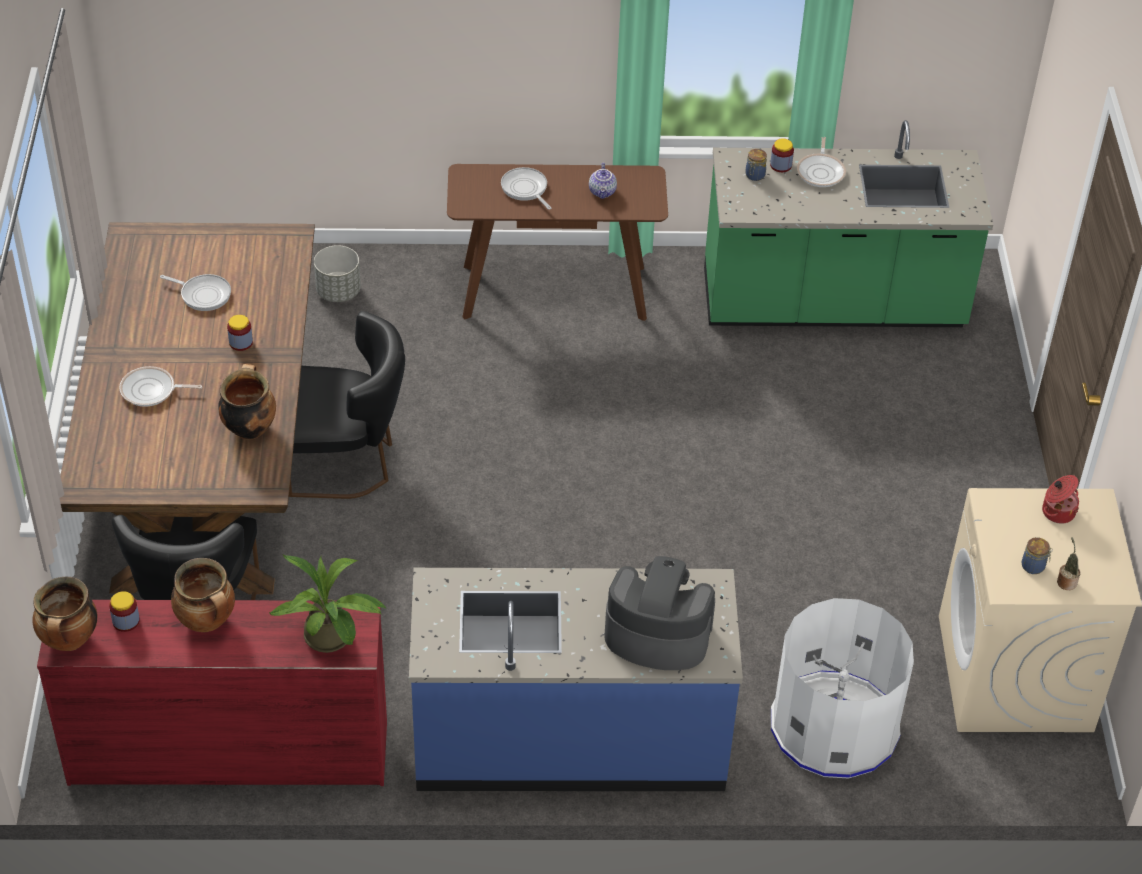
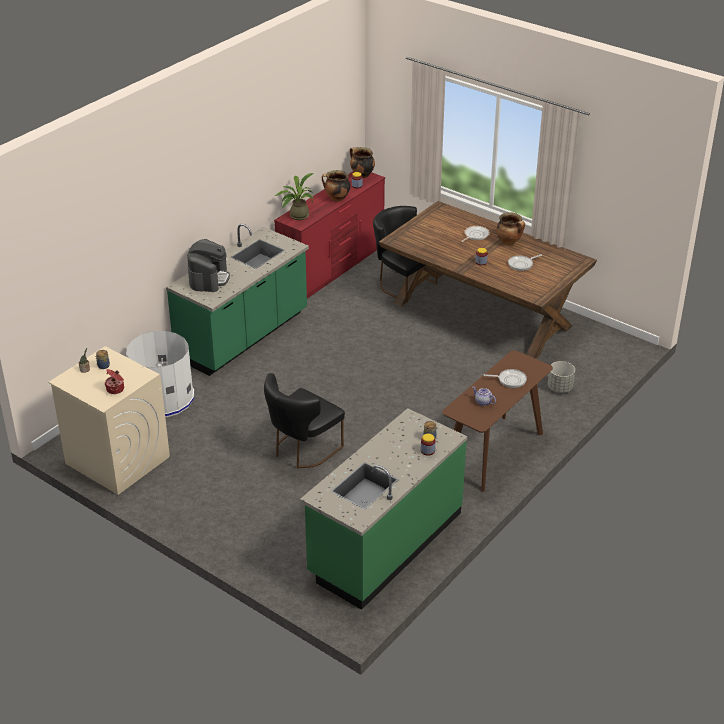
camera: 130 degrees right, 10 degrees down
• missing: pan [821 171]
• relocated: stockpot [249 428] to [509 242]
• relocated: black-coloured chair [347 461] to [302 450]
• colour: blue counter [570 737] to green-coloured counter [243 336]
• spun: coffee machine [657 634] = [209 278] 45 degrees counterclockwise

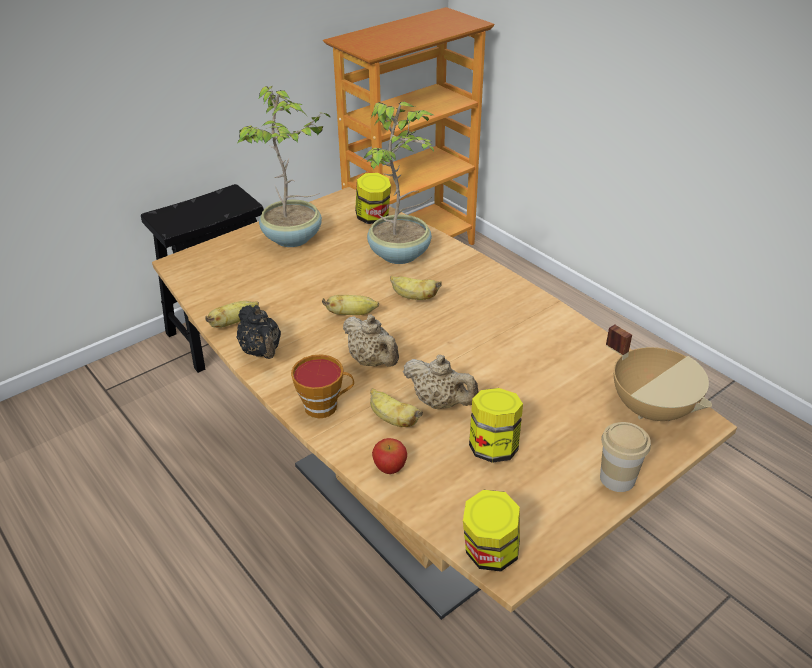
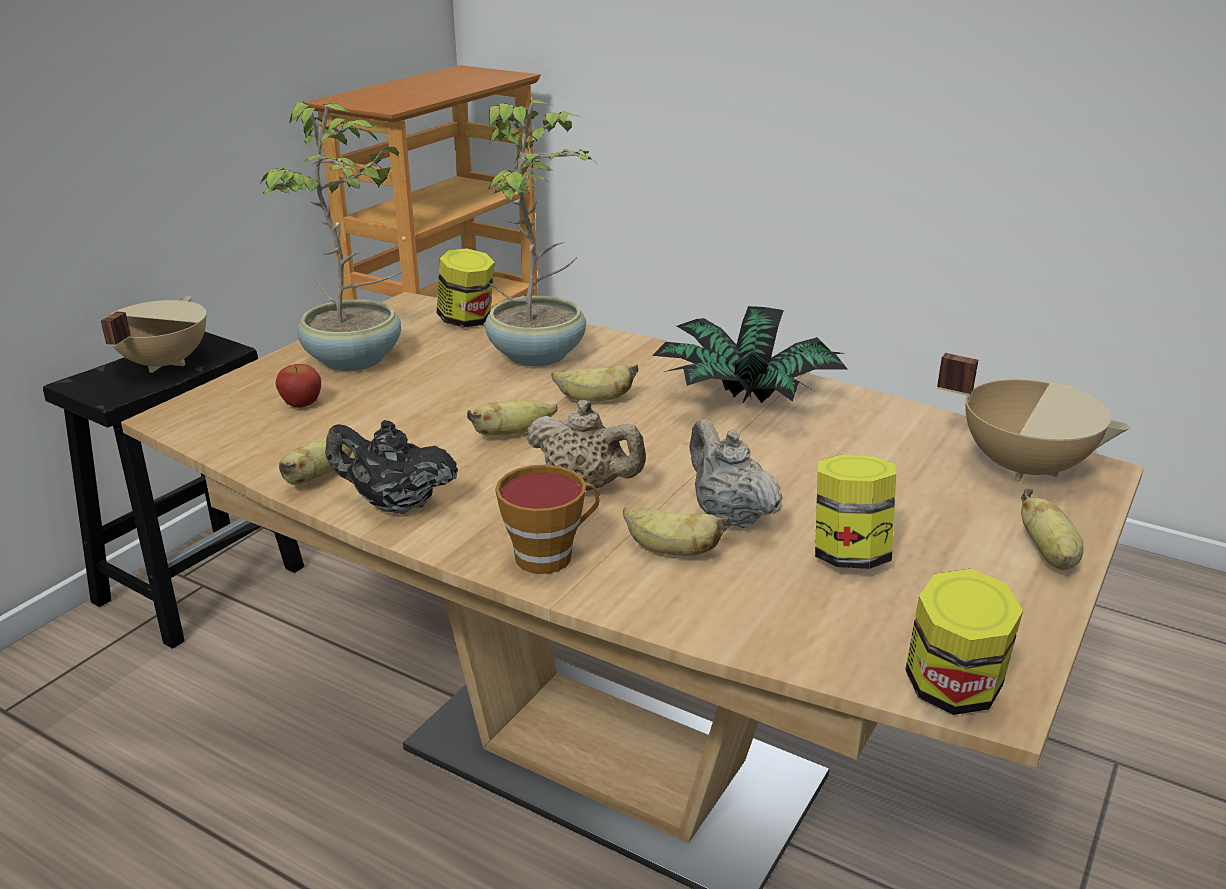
camera: 20 degrees left, 10 degrees down
• appeared: beige stockpot [162 363]
• appeared: potted plant [746 399]
• relocated: apple [390 467] to [301 404]
• exchanged: drinking cup [617 478] to banana [1048 555]
• spun: black-coloured pot for tea [262 352] = [394 505] 150 degrees clockwise
• spun: beige pot for tea [440 402] = [728 516] 135 degrees counterclockwise

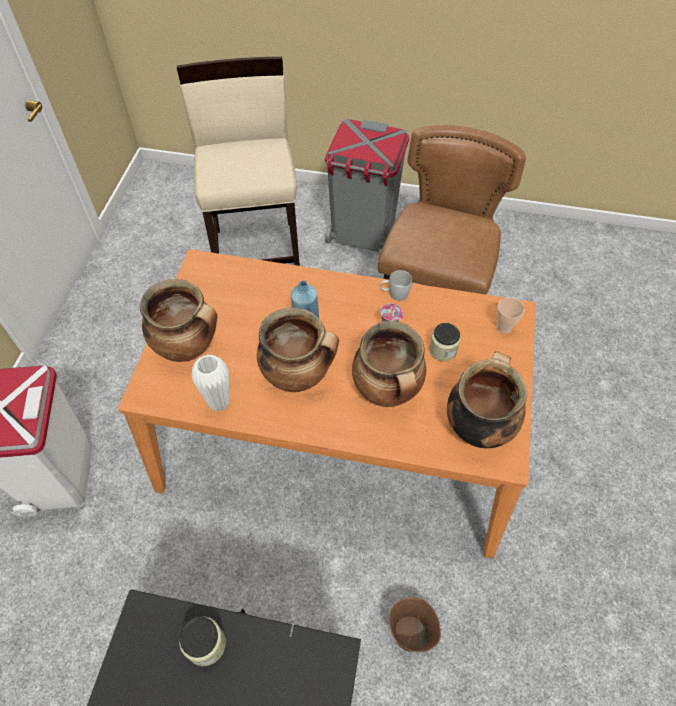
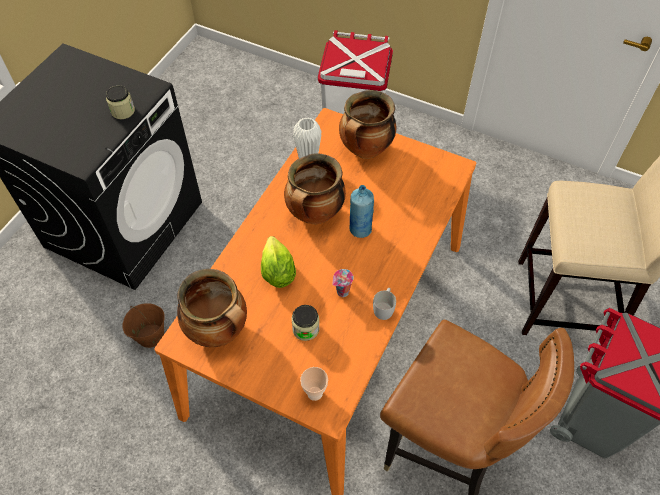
camera: 105 degrees right, 0 degrees up
• exchanged: stockpot [387 391] to lettuce head [277 273]

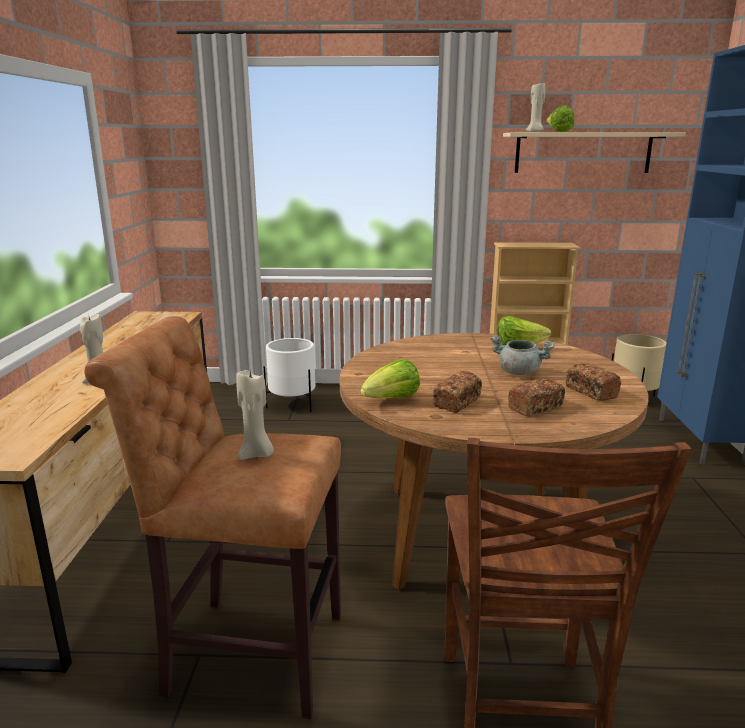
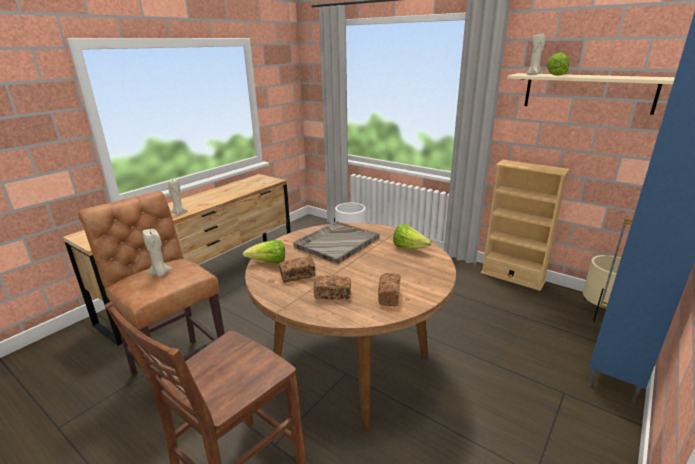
camera: 35 degrees right, 5 degrees up
• missing: gray stockpot [519 372]
• appeared: gray serving tray [336 243]

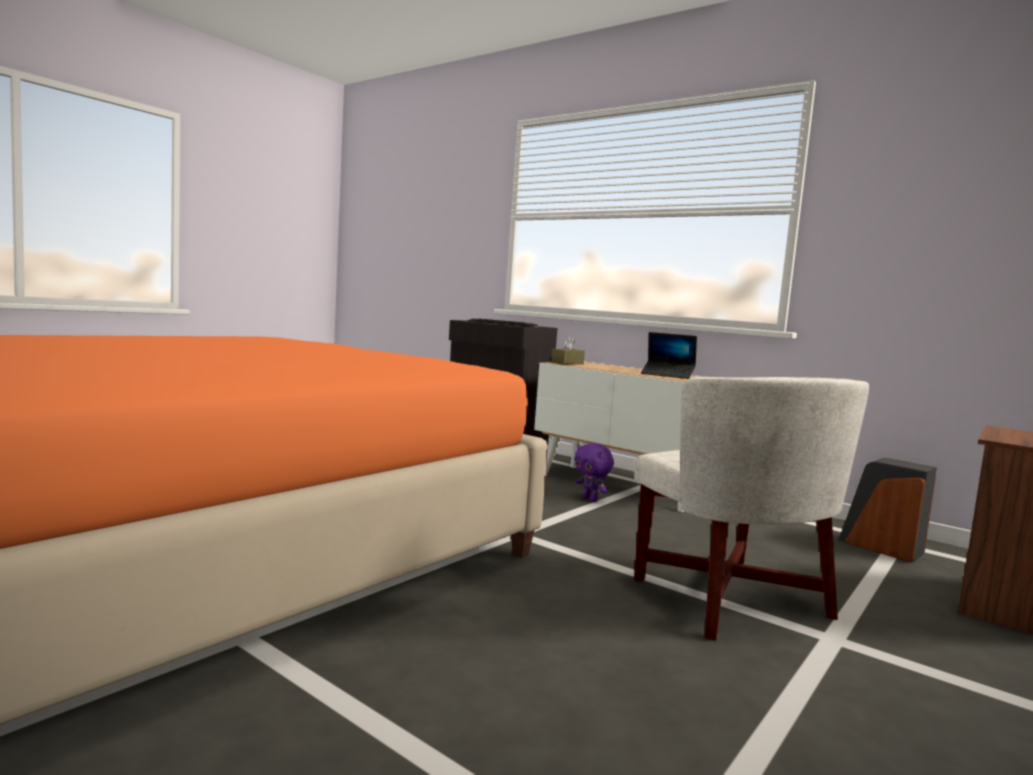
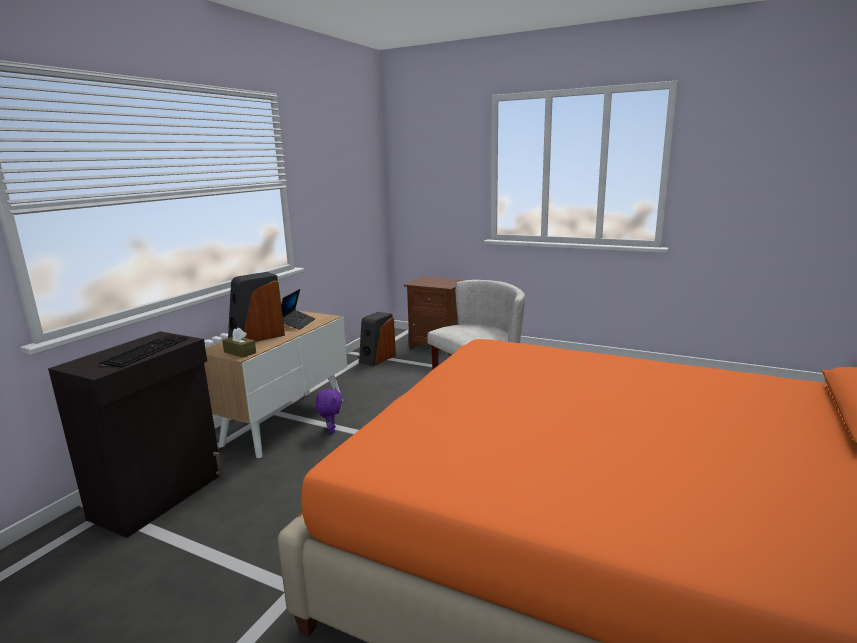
camera: 100 degrees left, 10 degrees up
• appeared: loudspeaker [256 337]
• spun: purple cuddly toy [591 500] = [331 430] 45 degrees counterclockwise

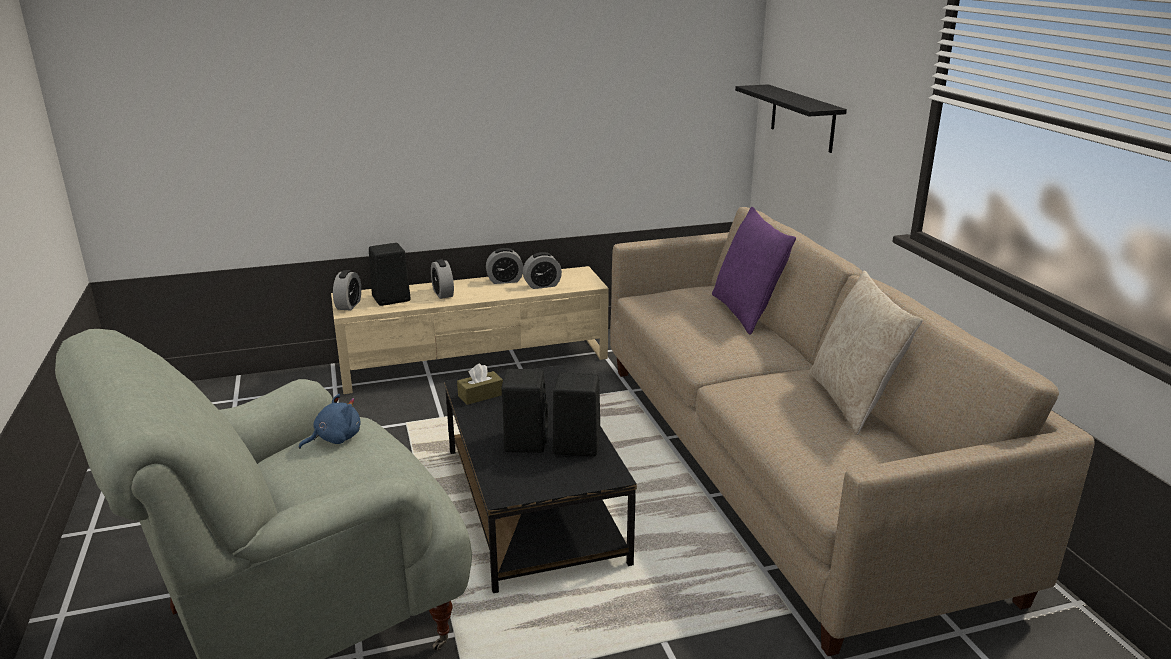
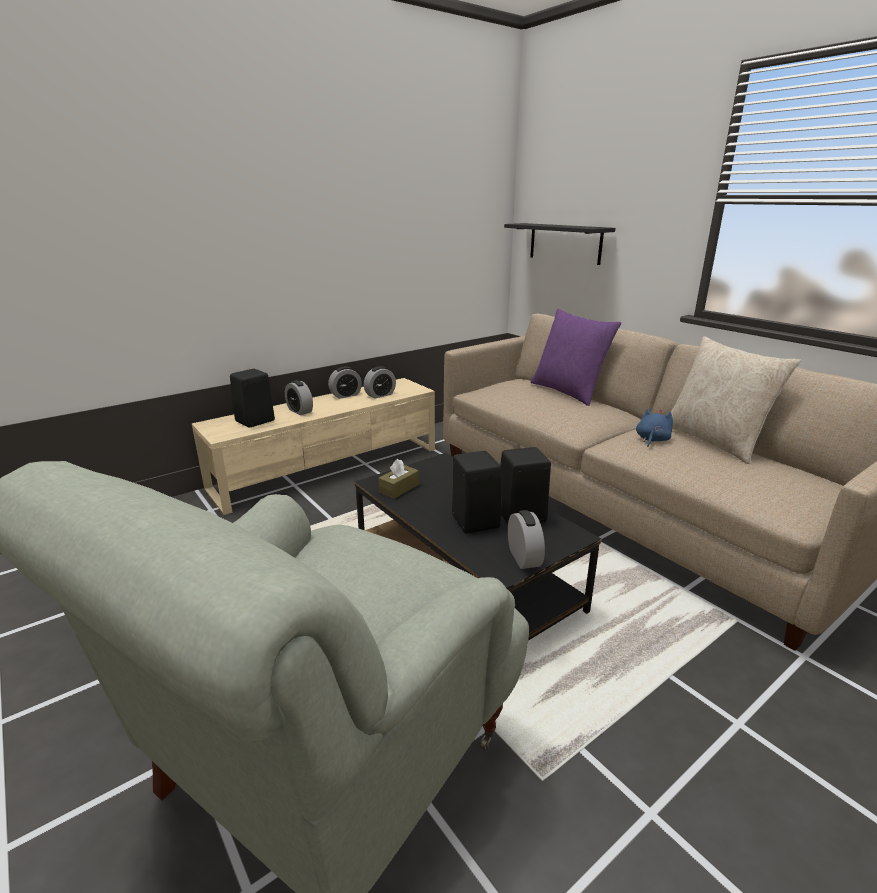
camera: 20 degrees left, 0 degrees up
• relocated: blue cuddly toy [335 439] to [652 440]
• relocated: table clock [349 305] to [524 557]

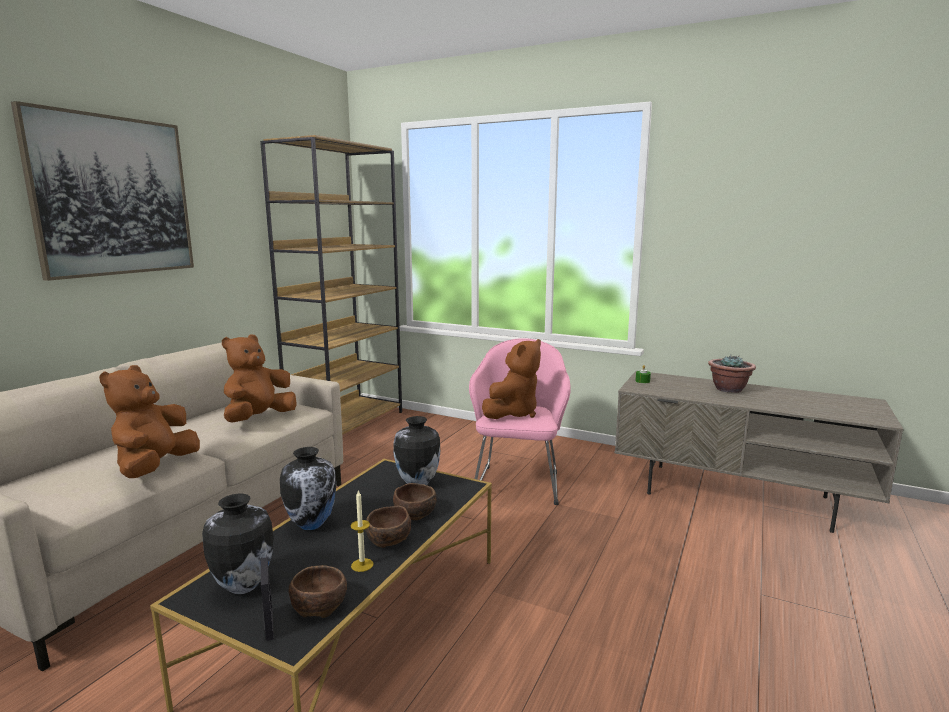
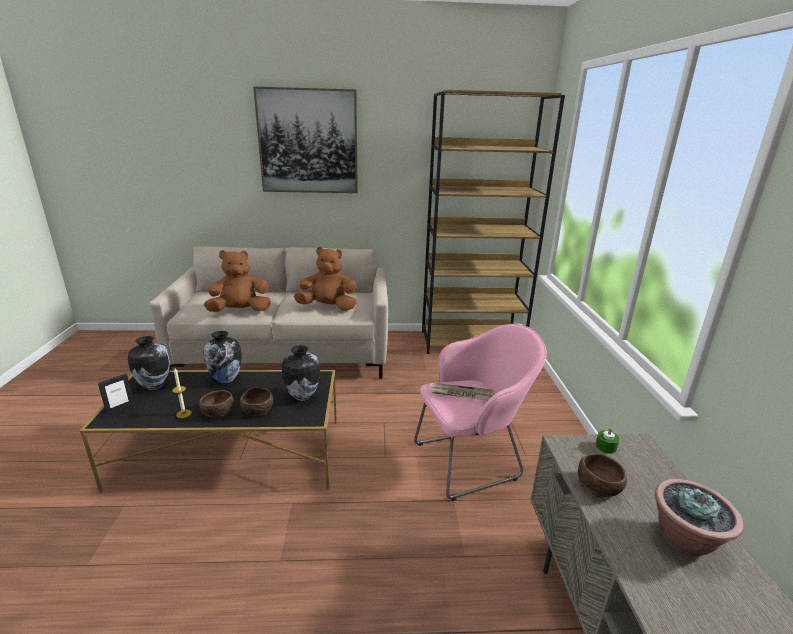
camera: 60 degrees right, 10 degrees up
• relocated: brown-coloured deep dish [319 604] to [599 485]
• exchanged: brown-coloured cuddly toy [513 413] to daily paper [462 394]

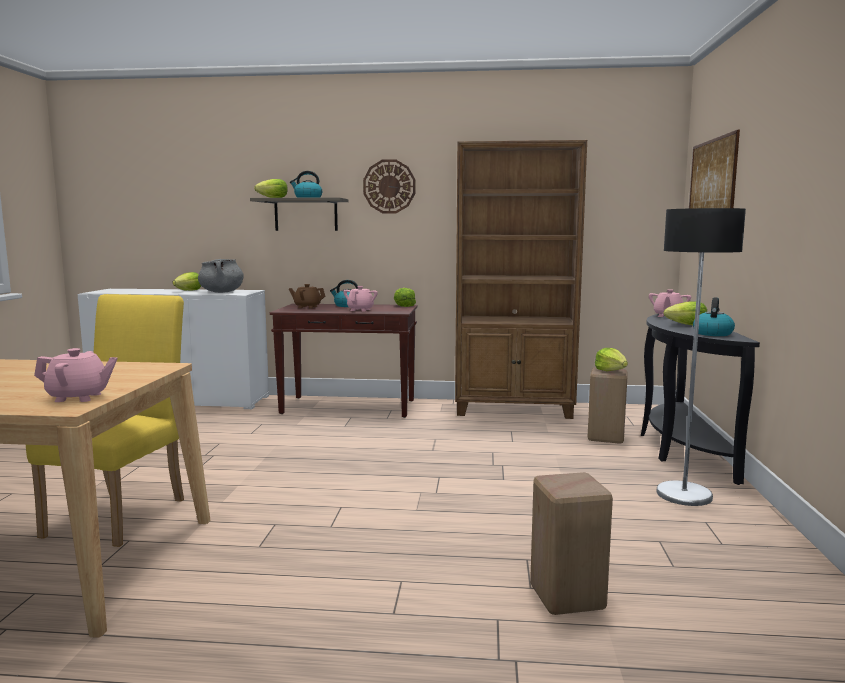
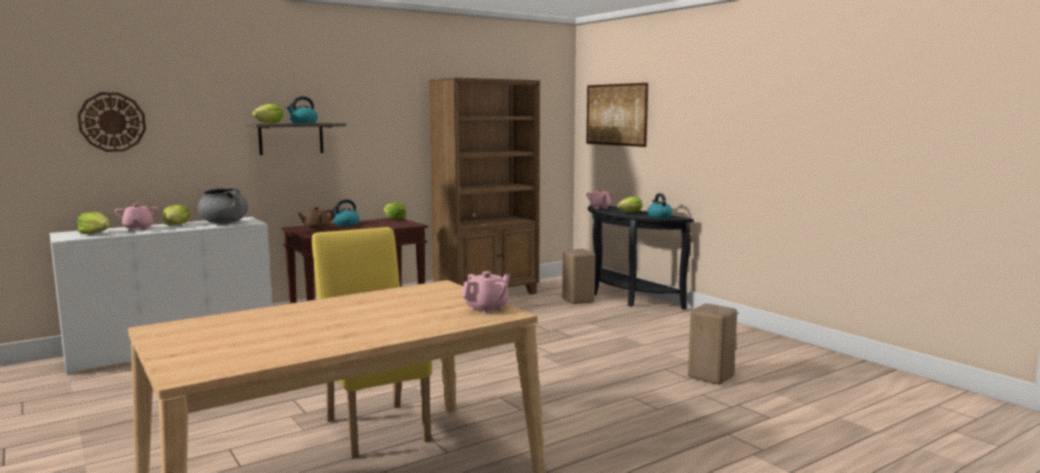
camera: 40 degrees left, 0 degrees up
• missing: standard lamp [683 495]
• relocated: pink-coloured pot for tea [360 310] to [138 229]
• relocated: wall clock [389 186] to [112 122]
• relocated: lettuce head [611 370] to [95 233]

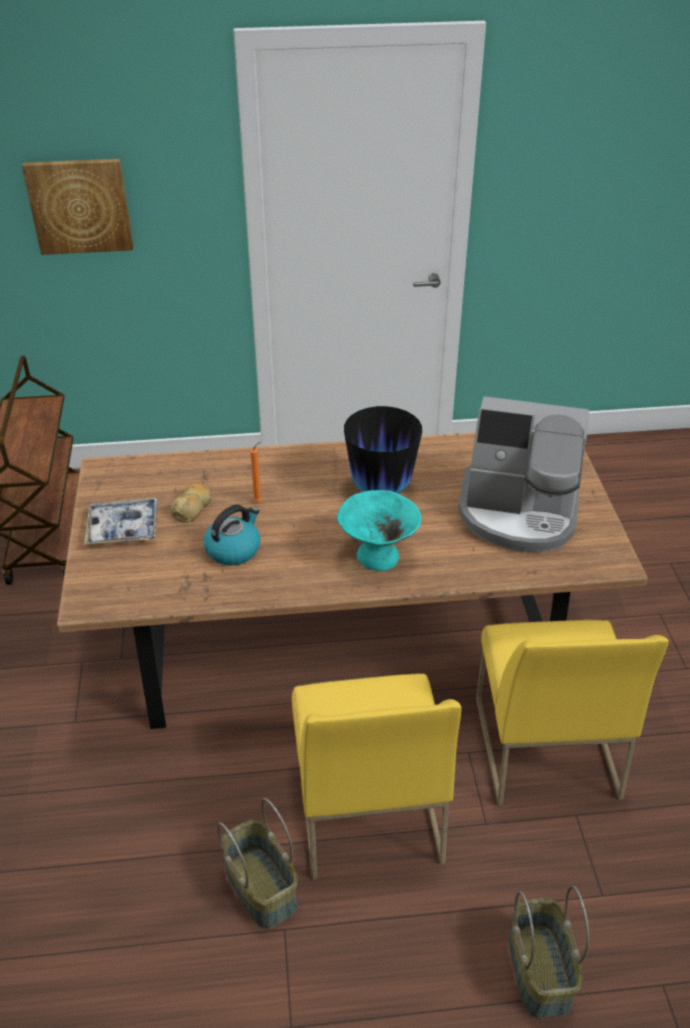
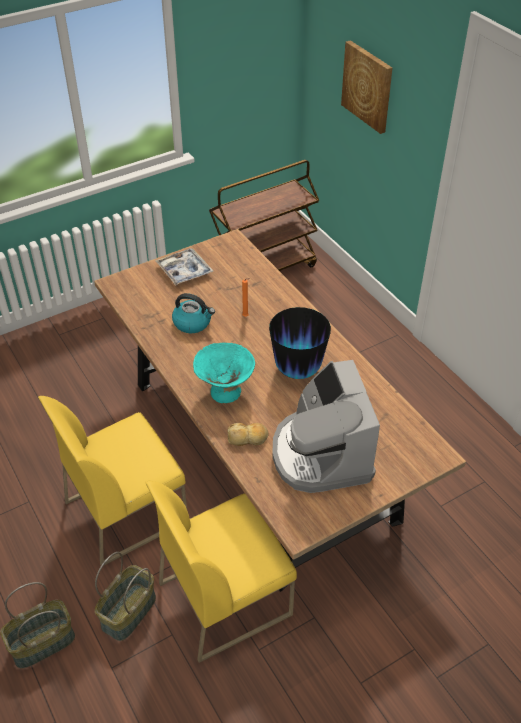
camera: 65 degrees right, 5 degrees up
• relocated: bread [192 507] to [248 438]
• relocated: storage basket [262 887] to [129 613]

